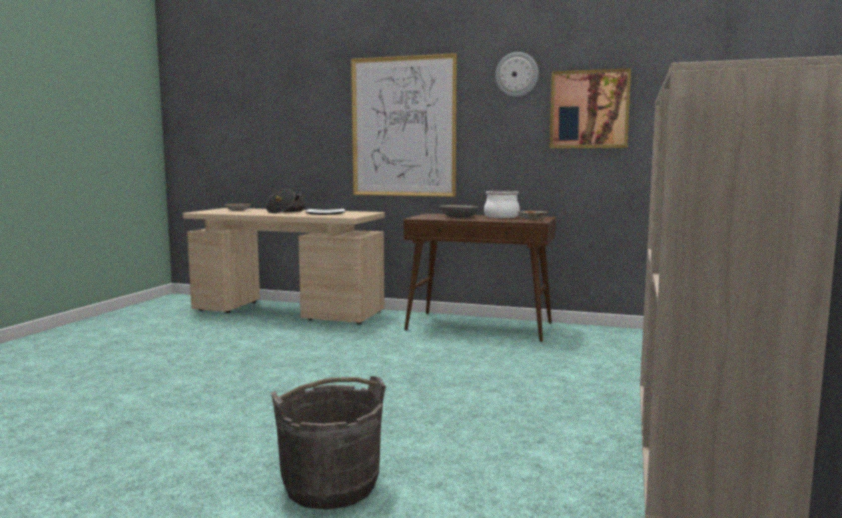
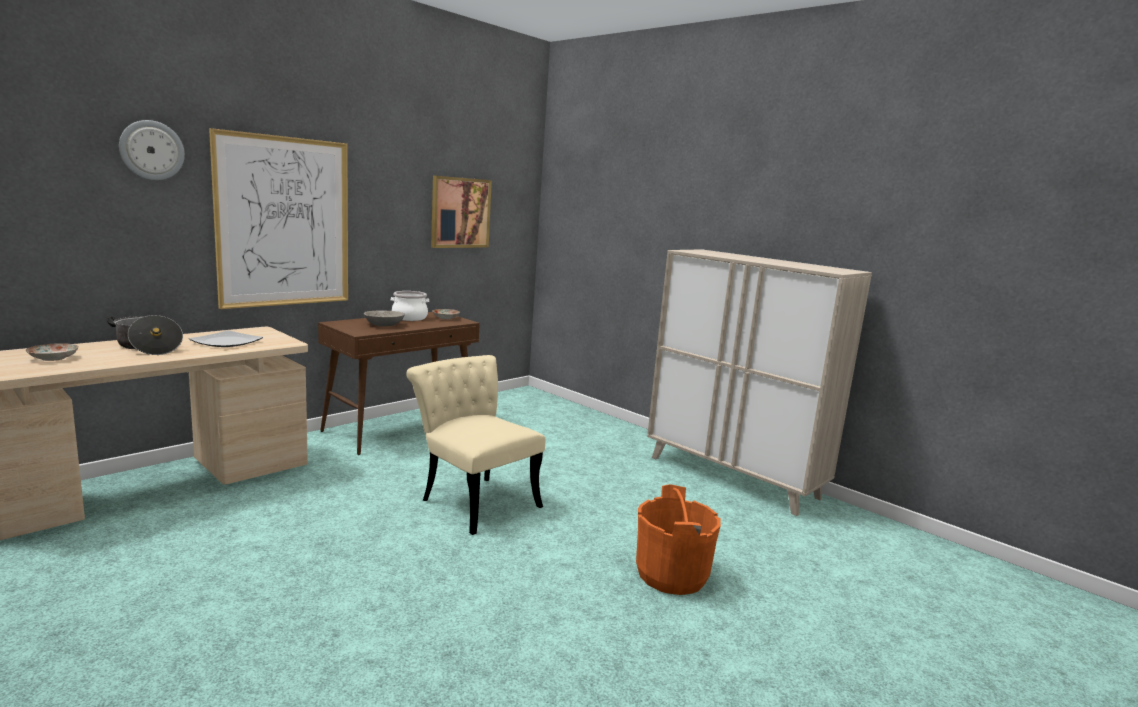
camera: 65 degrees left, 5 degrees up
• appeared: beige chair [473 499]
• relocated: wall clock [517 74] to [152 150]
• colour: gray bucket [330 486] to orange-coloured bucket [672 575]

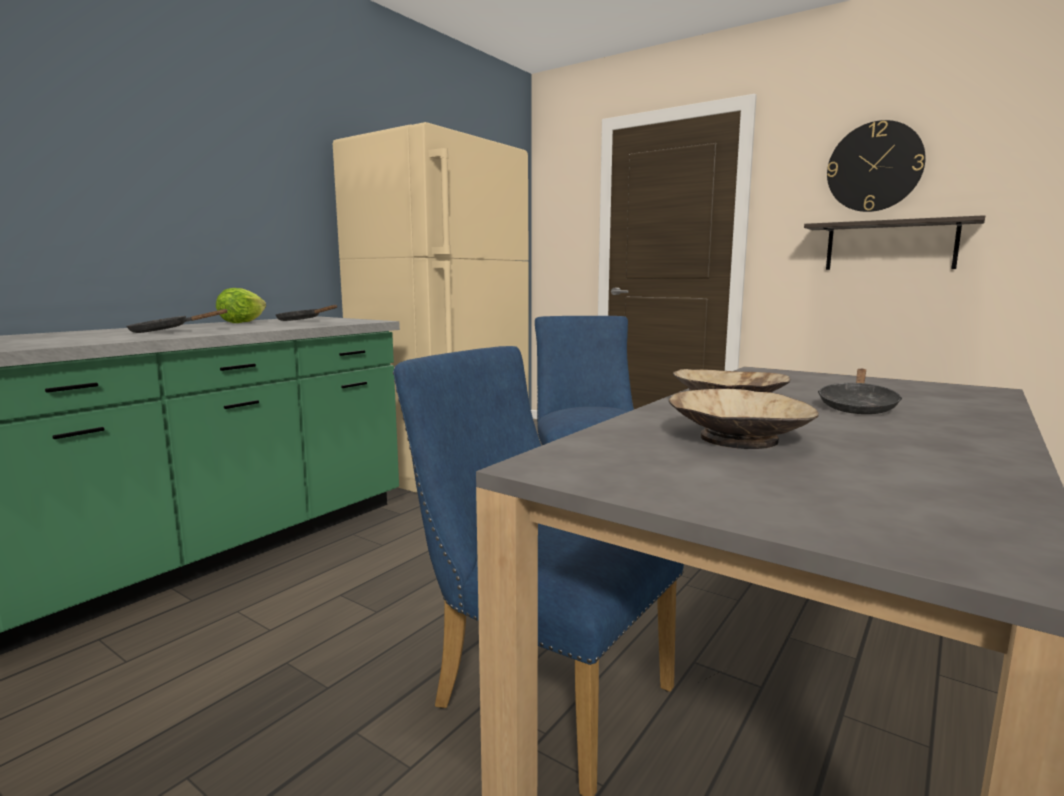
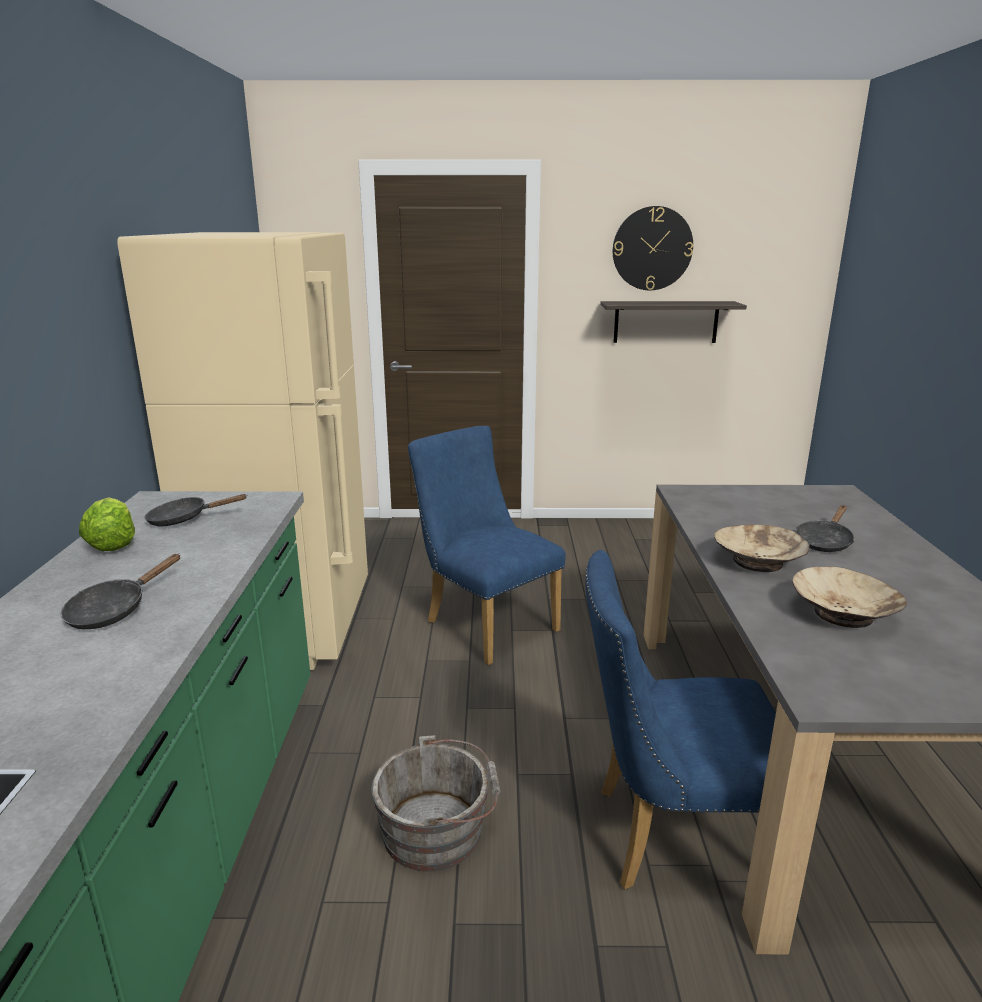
camera: 35 degrees left, 10 degrees up
• appeared: gray bucket [439 830]
• spun: black-coloured pan [857 407] = [824 541] 45 degrees clockwise

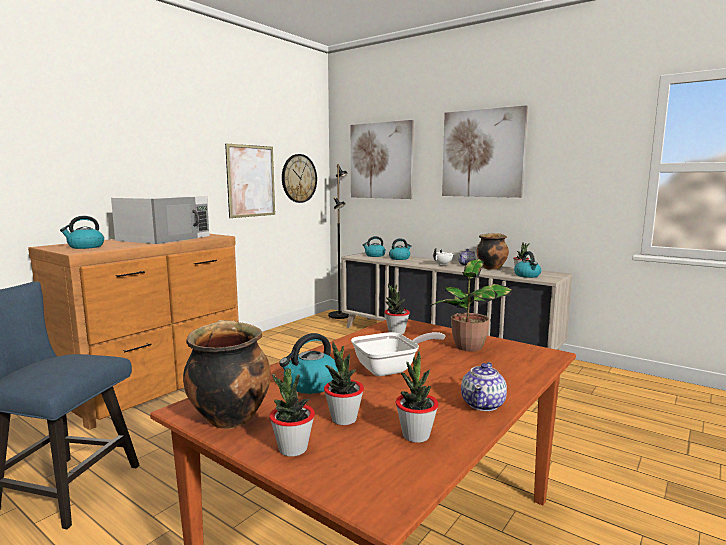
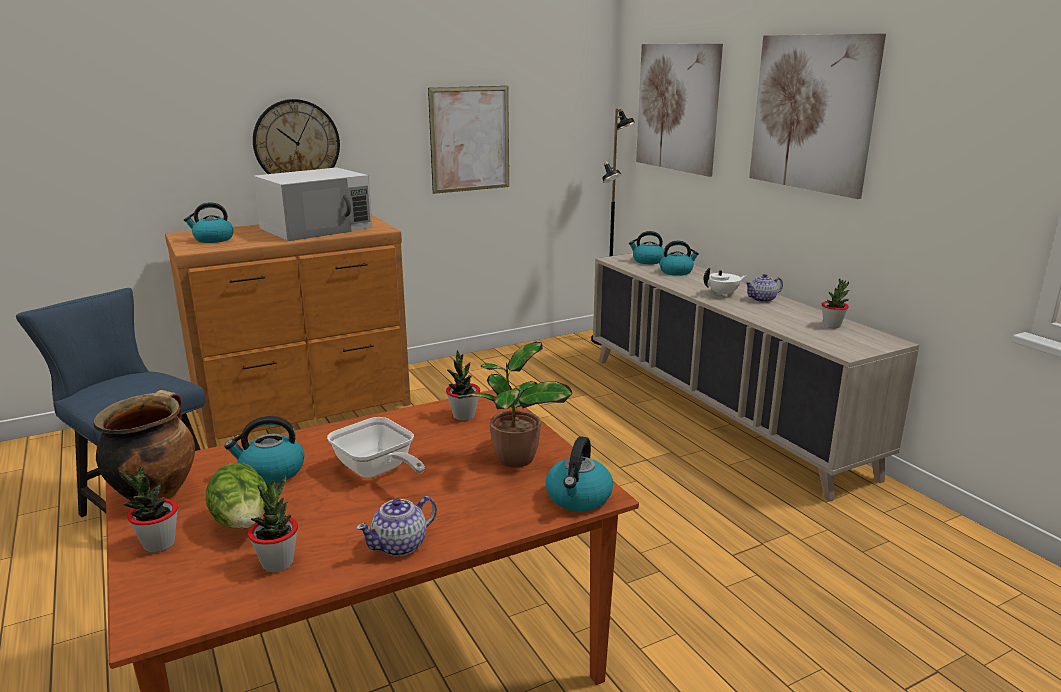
camera: 25 degrees right, 10 degrees up
• missing: stockpot [491 268]
• relocated: wall clock [299 178] to [296 143]
• relocated: kettle [527 275] to [578 498]
• exchanged: potted plant [343 419] to lettuce head [243 524]
• spun: pan [391 369] = [377 471] 45 degrees clockwise

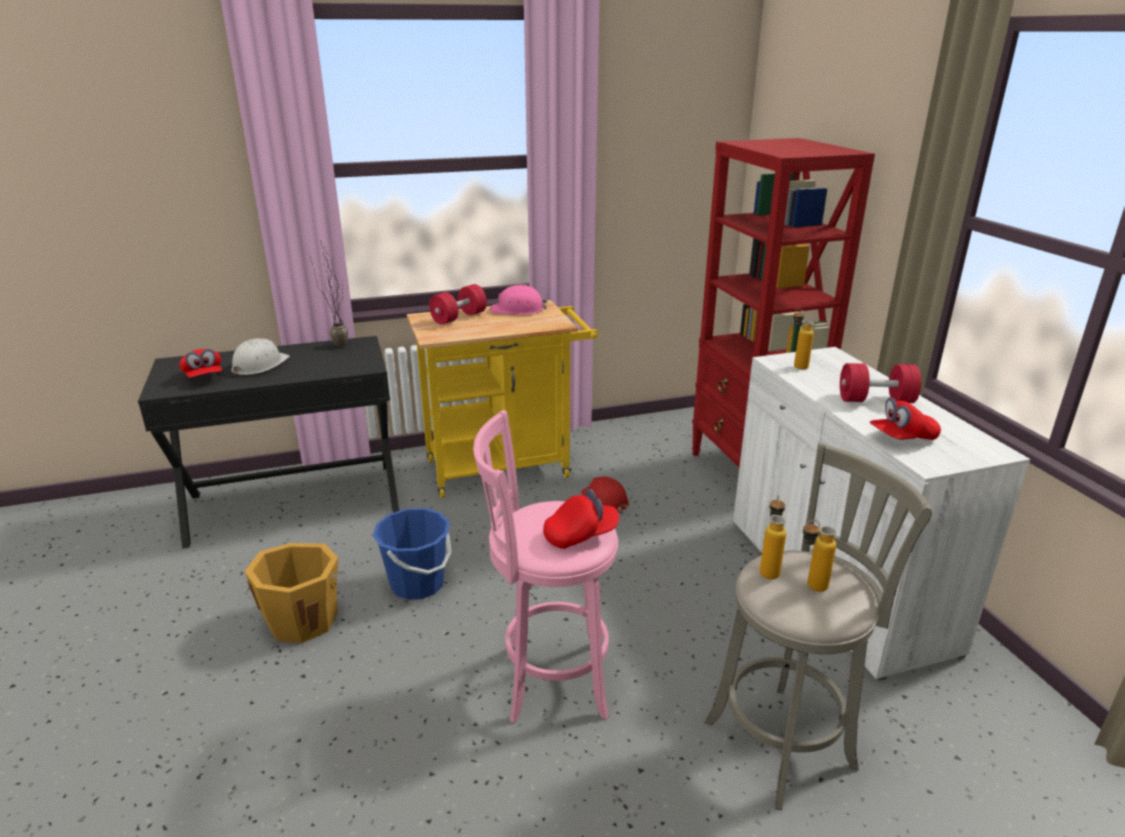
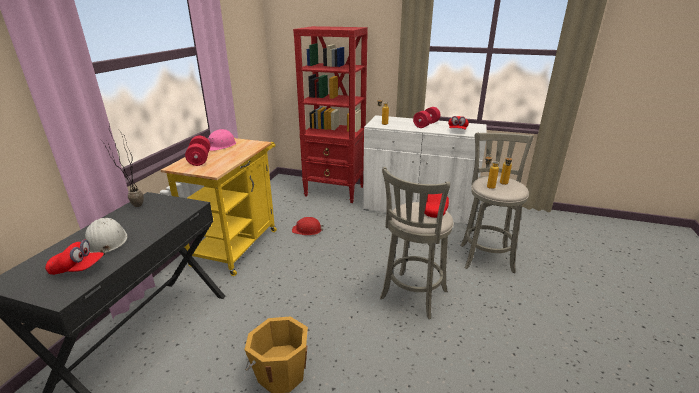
camera: 55 degrees left, 0 degrees up
• missing: blue bucket [417 584]
• colour: pink-coloured stool [549 679] to gray stool [412 297]

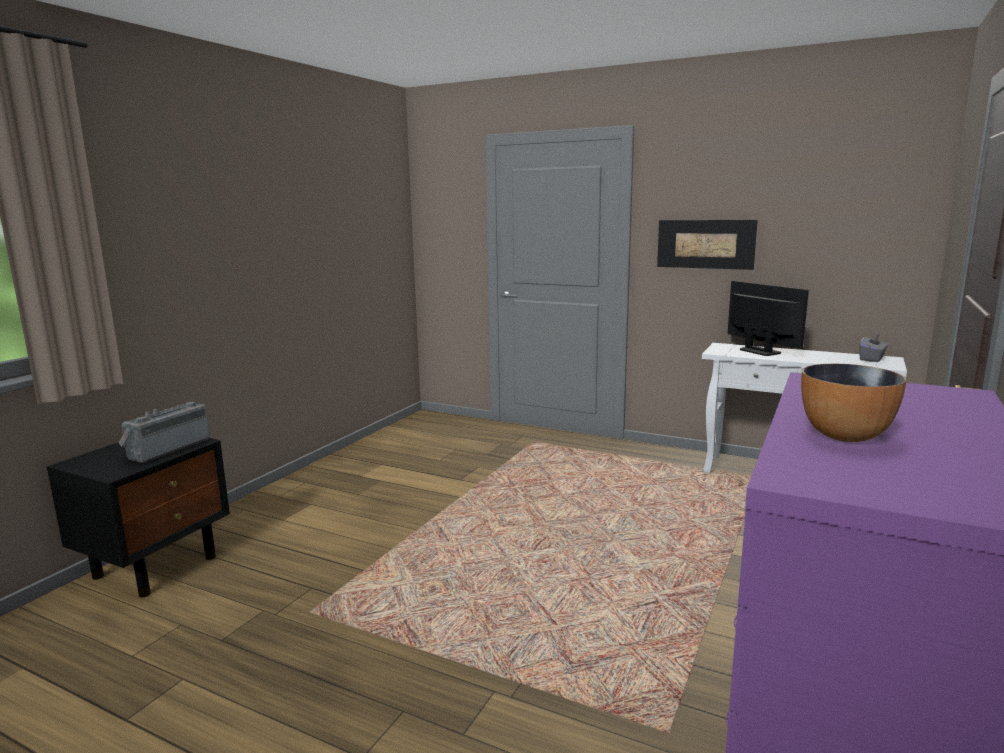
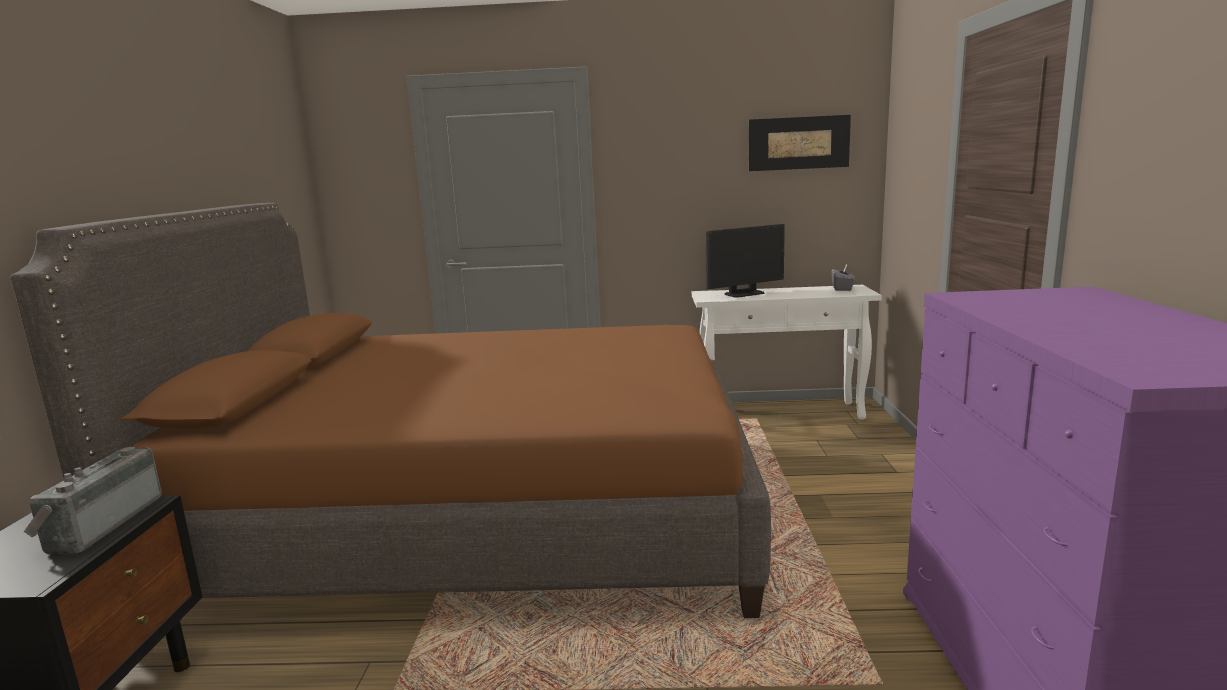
camera: 25 degrees left, 0 degrees up
• missing: deep dish [844 435]
• appeared: brown-coloured bedroom bed [479 516]
• relocated: wall art [705 244] to [798 143]
• spun: monitor [760 351] = [744 293] 120 degrees clockwise

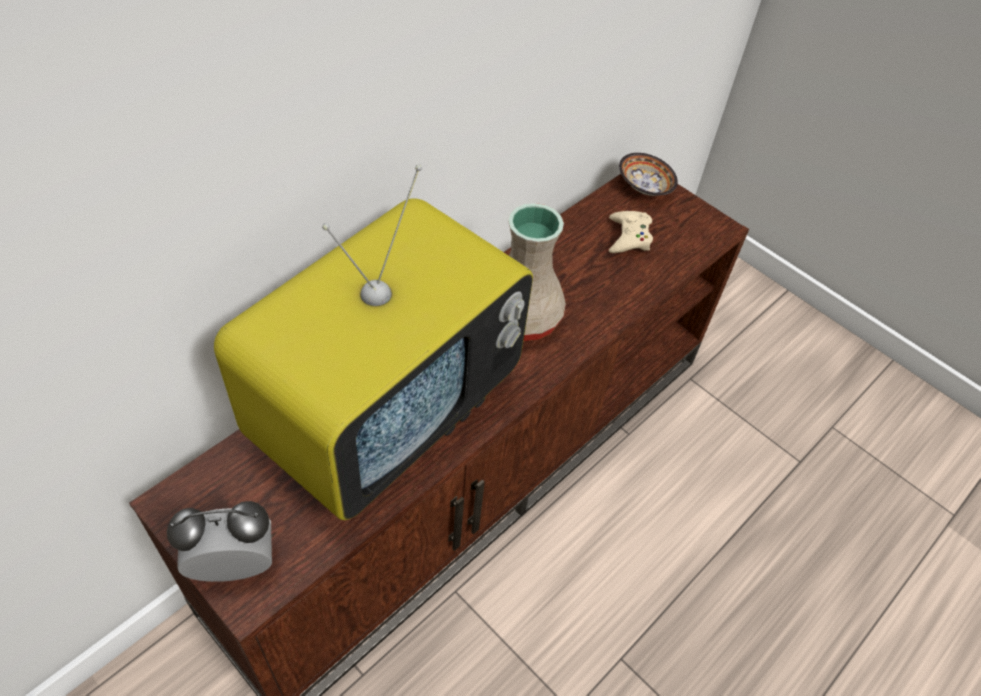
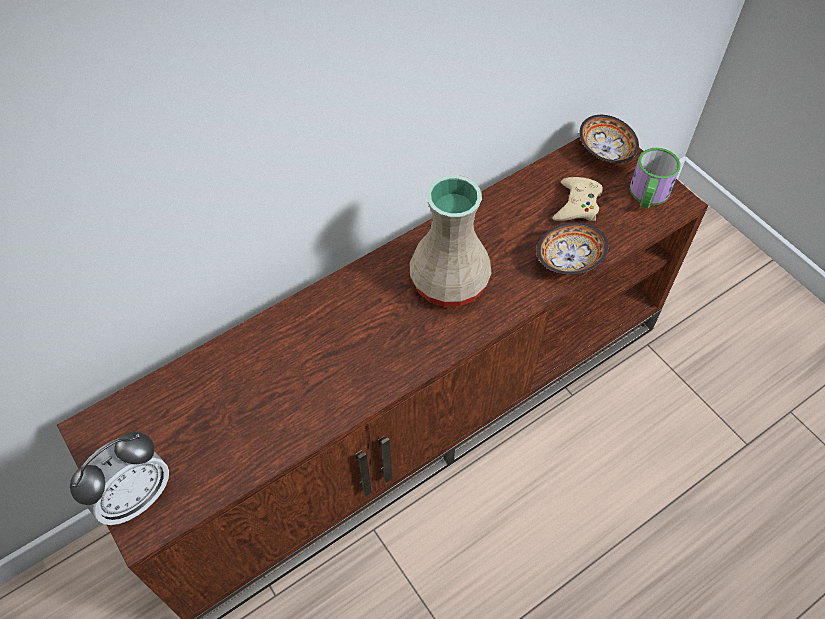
camera: 15 degrees right, 5 degrees up
• missing: TV [386 414]
• appeared: deep dish [567 259]
• appeared: mug [648 195]
• spun: table clock [234 566] = [136 496] 135 degrees clockwise

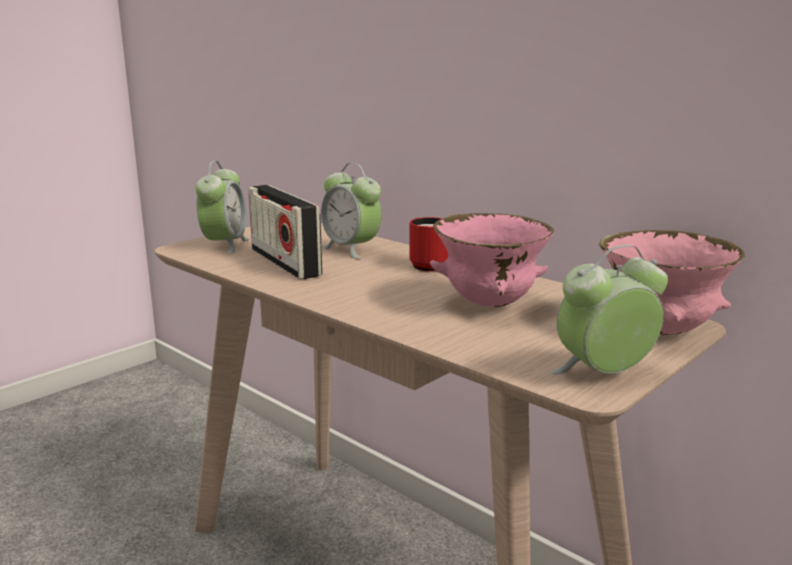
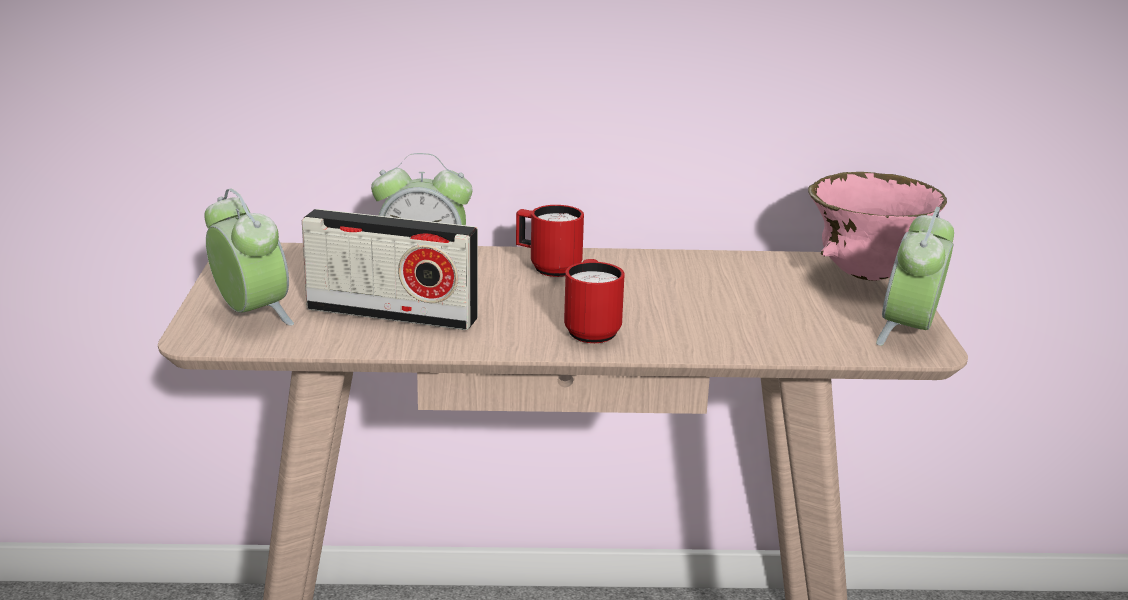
camera: 45 degrees left, 5 degrees up
• missing: pink-coloured deep dish [488 304]
• appeared: red-coloured mug [591 330]

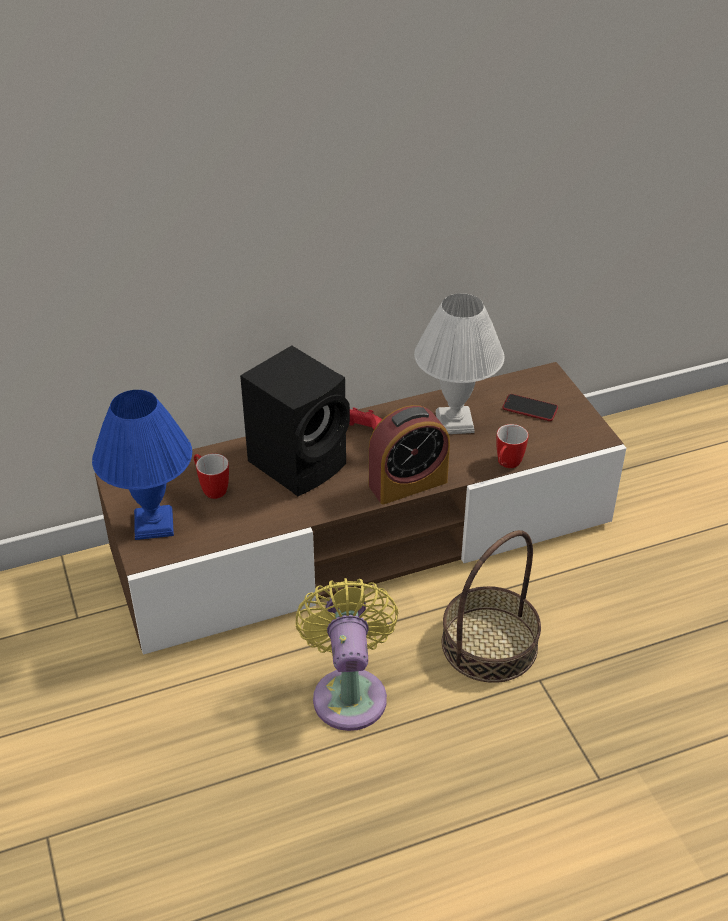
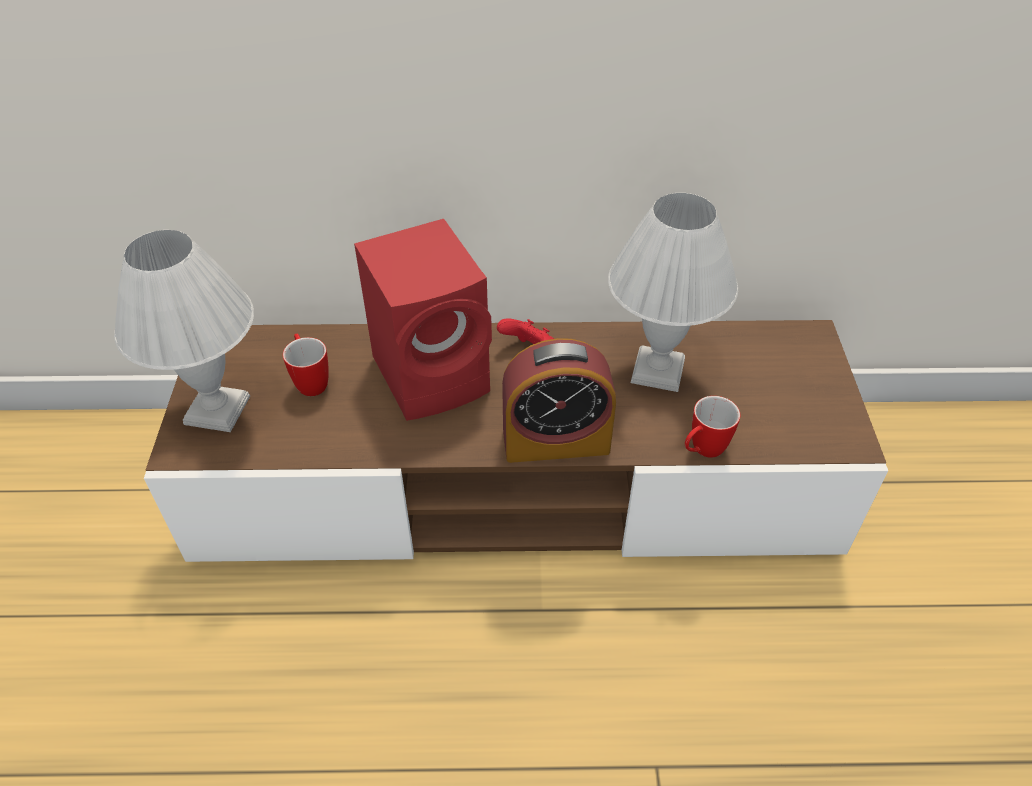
camera: 20 degrees right, 5 degrees up
• missing: yellow-coloured cooling fan [349 692]
• missing: storage basket [489 644]
• missing: handset [530 408]
• colour: blue lamp for a table [152 525] to whitish lamp for a table [215 410]
• colour: black-coloured loudspeaker [300 462] to red-coloured loudspeaker [435 374]

